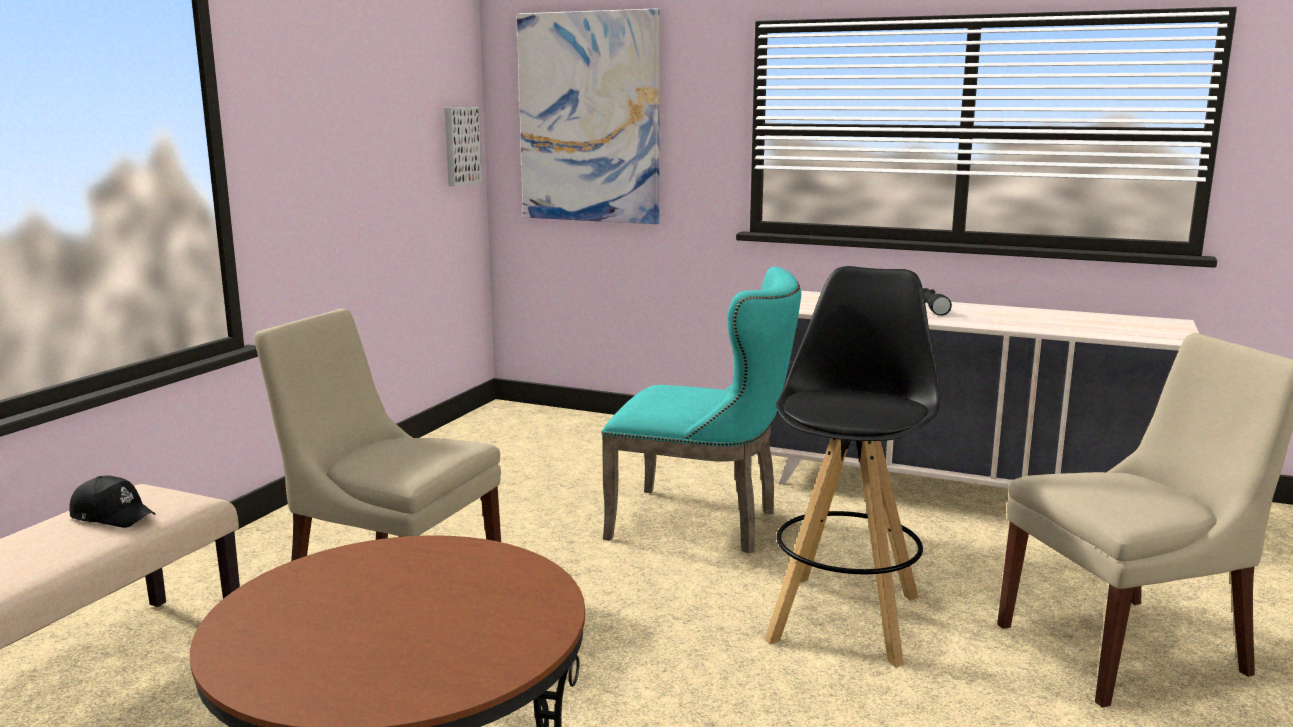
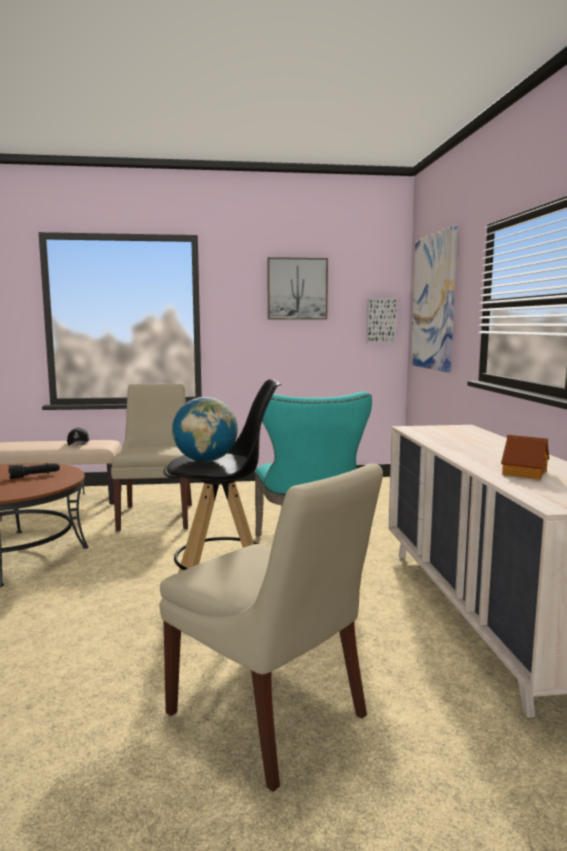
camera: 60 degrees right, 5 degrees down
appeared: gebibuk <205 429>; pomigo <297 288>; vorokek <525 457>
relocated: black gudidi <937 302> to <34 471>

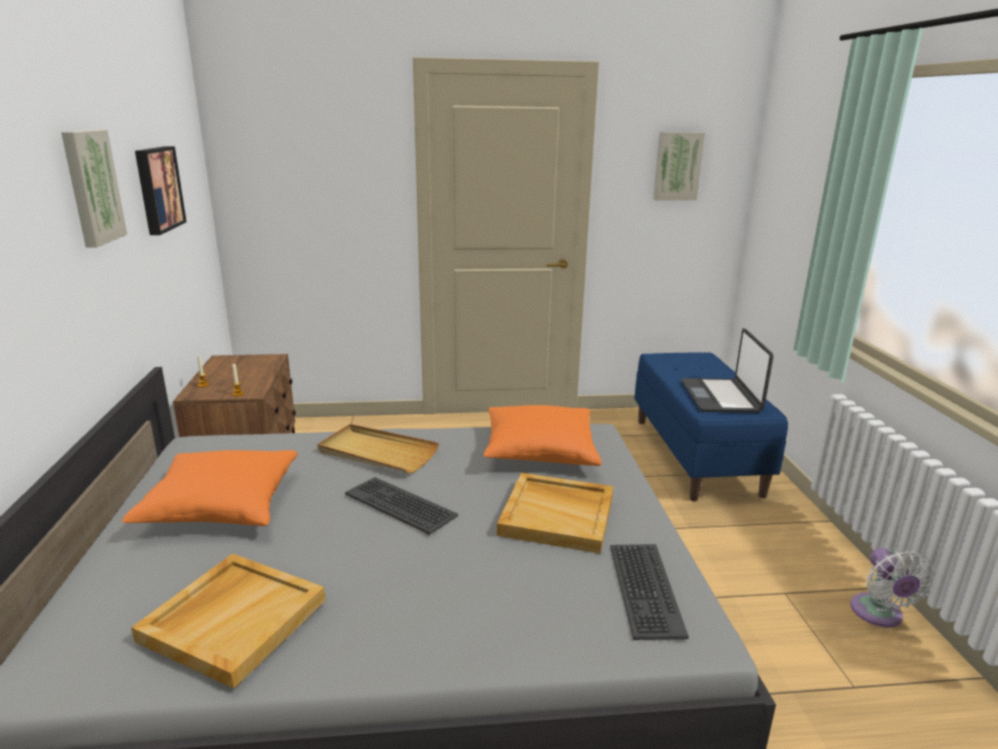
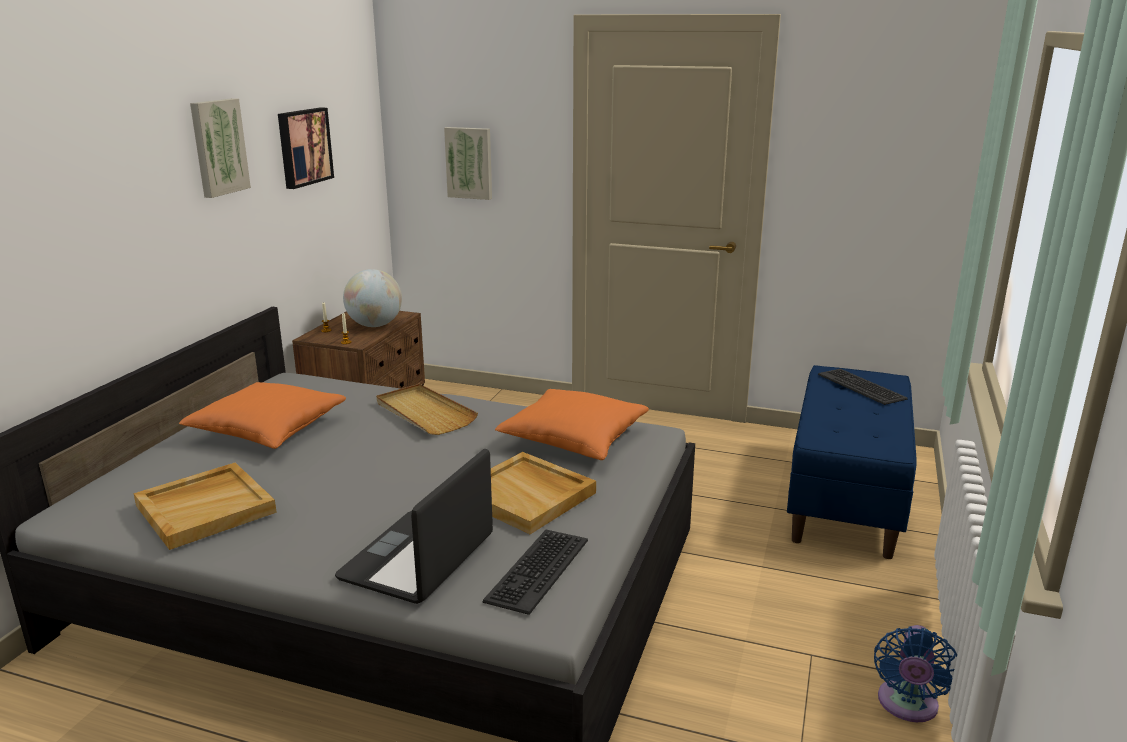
camera: 25 degrees right, 0 degrees up
appeared: gebibuk <372 298>
relocated: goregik <401 506> to <863 387>; pomigo <679 166> to <468 163>; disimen <727 370> to <414 526>
colour: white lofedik <892 587> to blue lofedik <915 673>

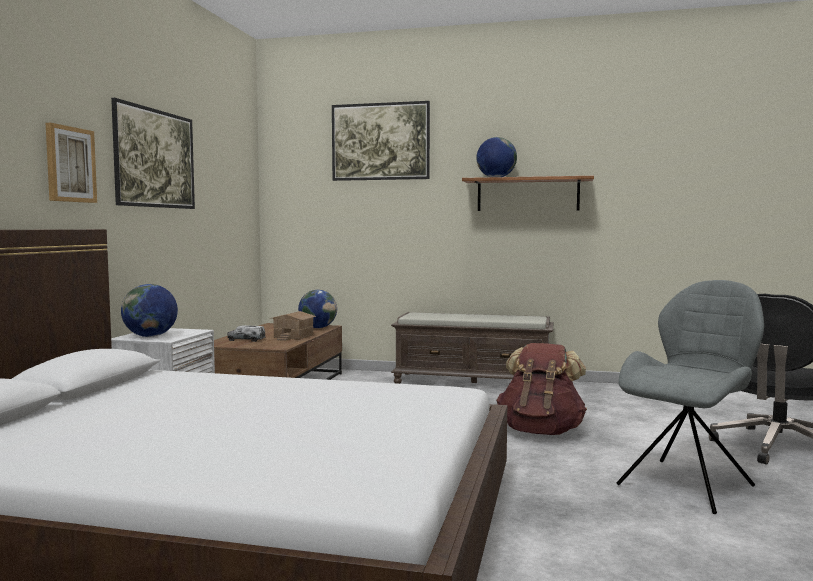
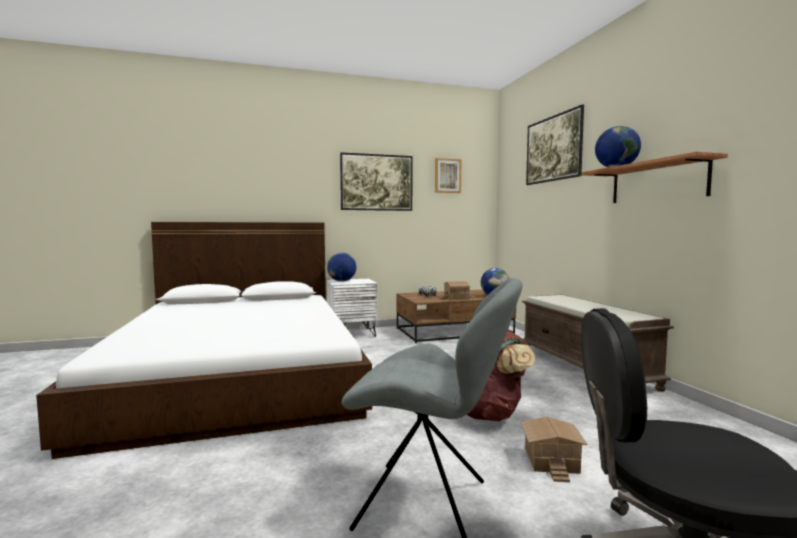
camera: 60 degrees right, 0 degrees up
appeared: vorokek <554 449>
relocated: pomigo <71 163> to <448 175>

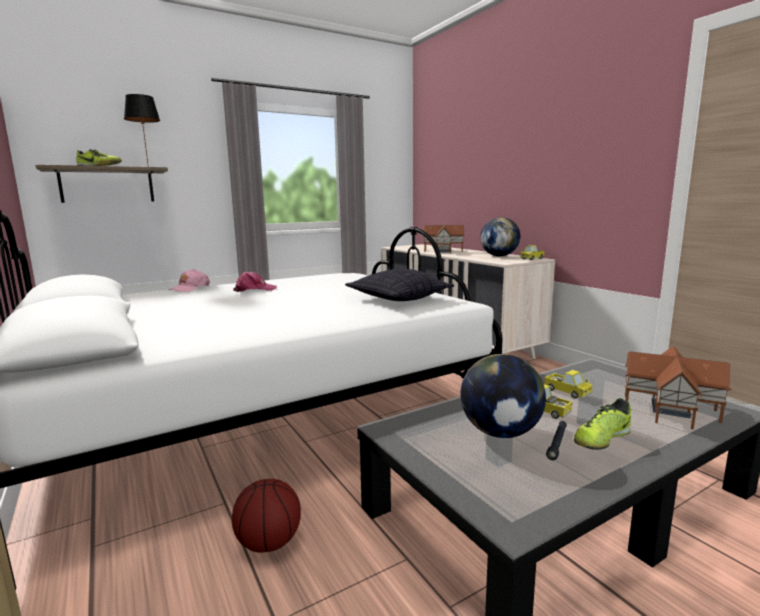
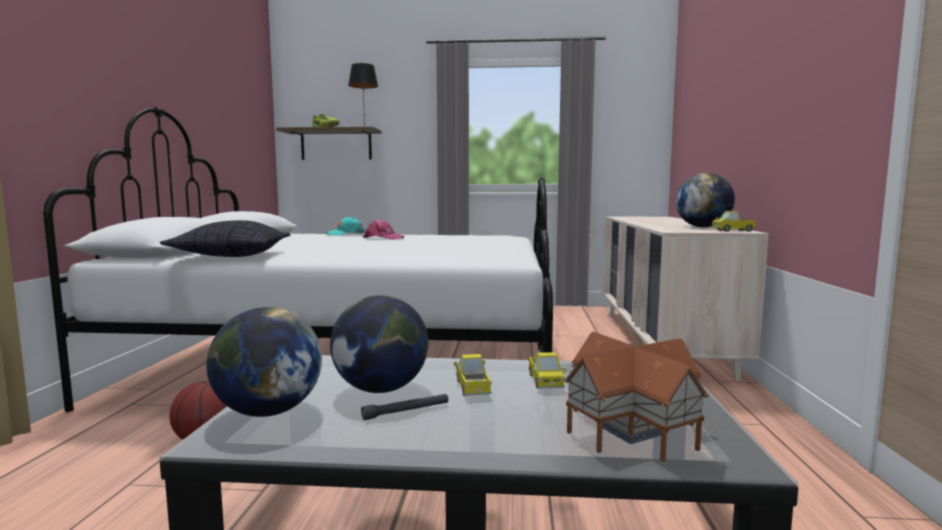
camera: 35 degrees right, 5 degrees down
missing: vorokek <444 239>; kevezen <602 424>
appeared: gebibuk <264 362>
relocated: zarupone <399 285> to <225 238>
colour: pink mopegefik <189 280> to turquoise mopegefik <345 226>

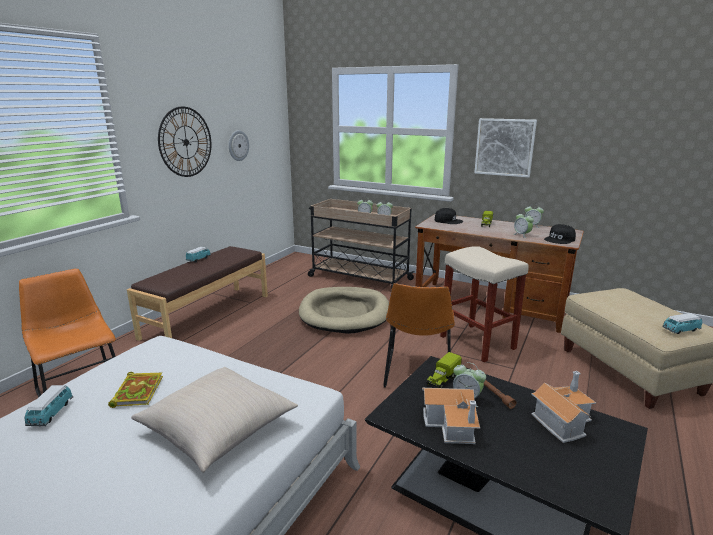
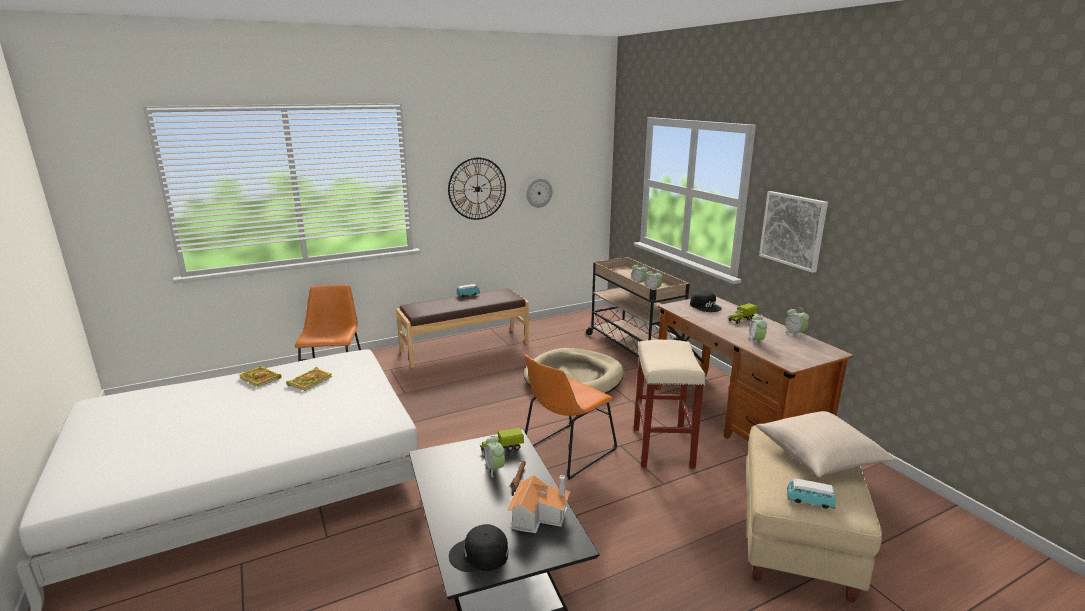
camera: 35 degrees right, 0 degrees up
missing: vorokek <451 416>
relocated: beige zarupone <214 420> to <826 444>; black mopegefik <560 234> to <478 548>
exchanged: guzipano <49 405> to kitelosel <260 376>

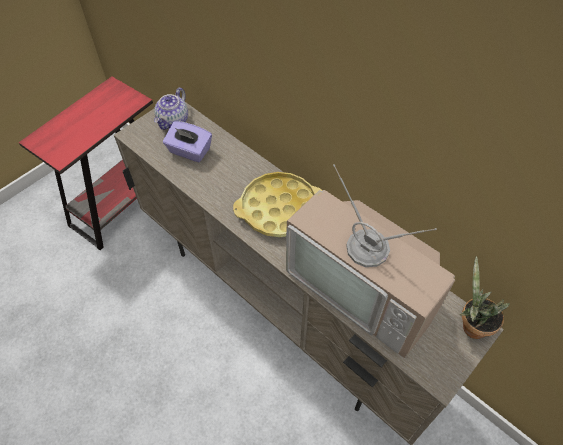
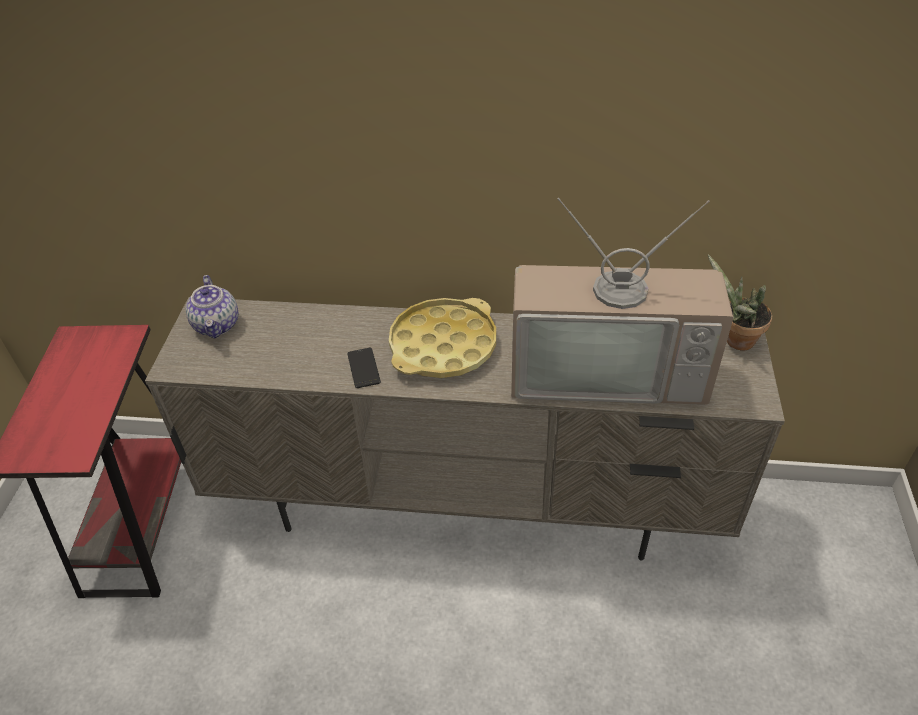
camera: 35 degrees left, 10 degrees down
missing: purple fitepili <187 141>
appeared: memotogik <364 368>

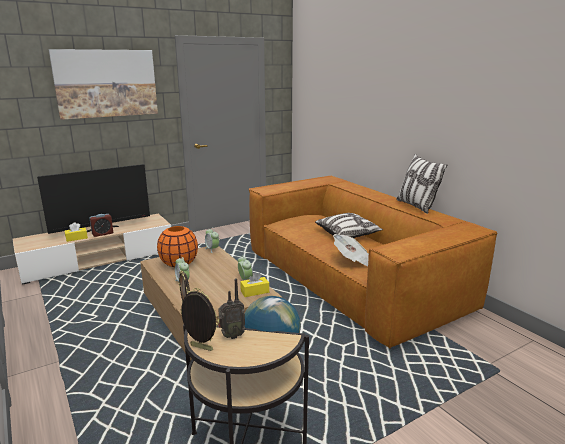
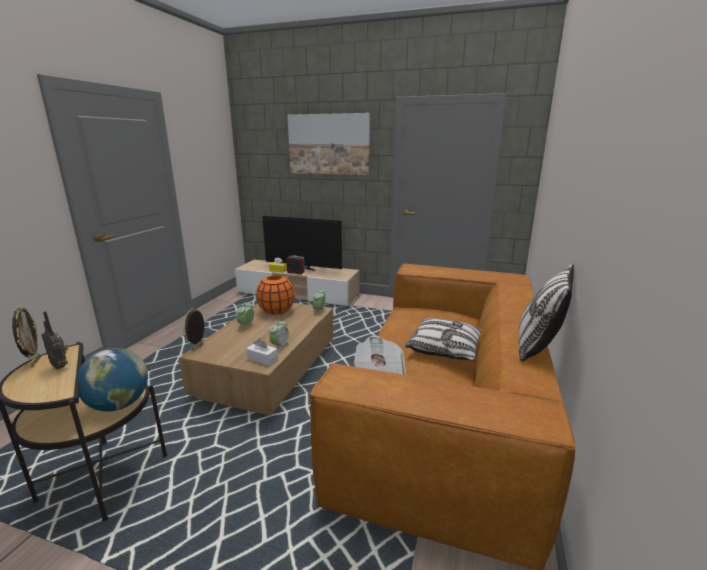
camera: 50 degrees right, 0 degrees up
colour: yellow fitepili <254 284> to white fitepili <262 352>

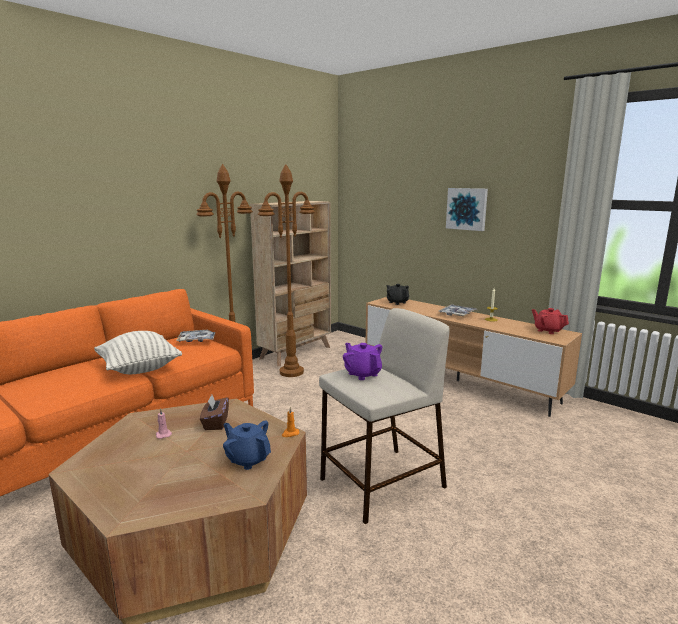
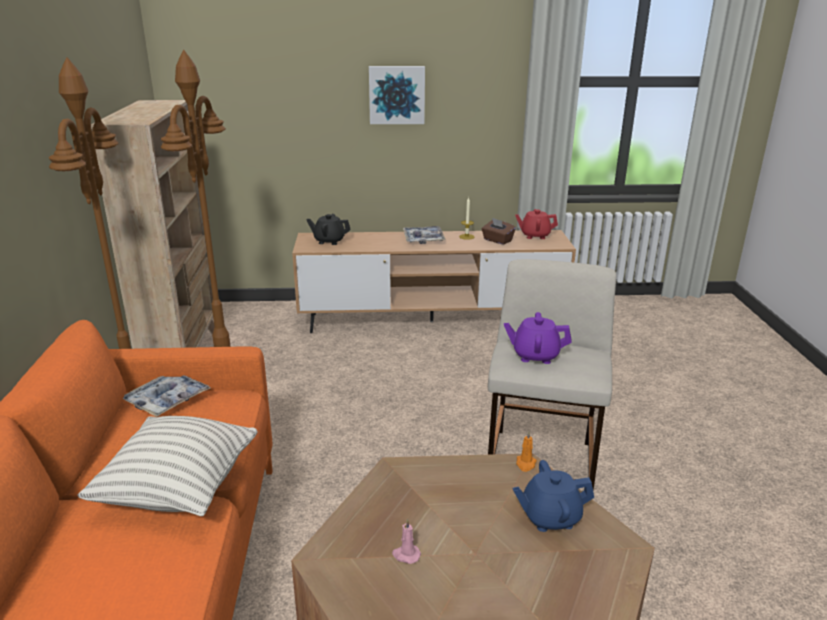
camera: 45 degrees left, 10 degrees up
relocated: brown fitepili <214 412> to <498 231>

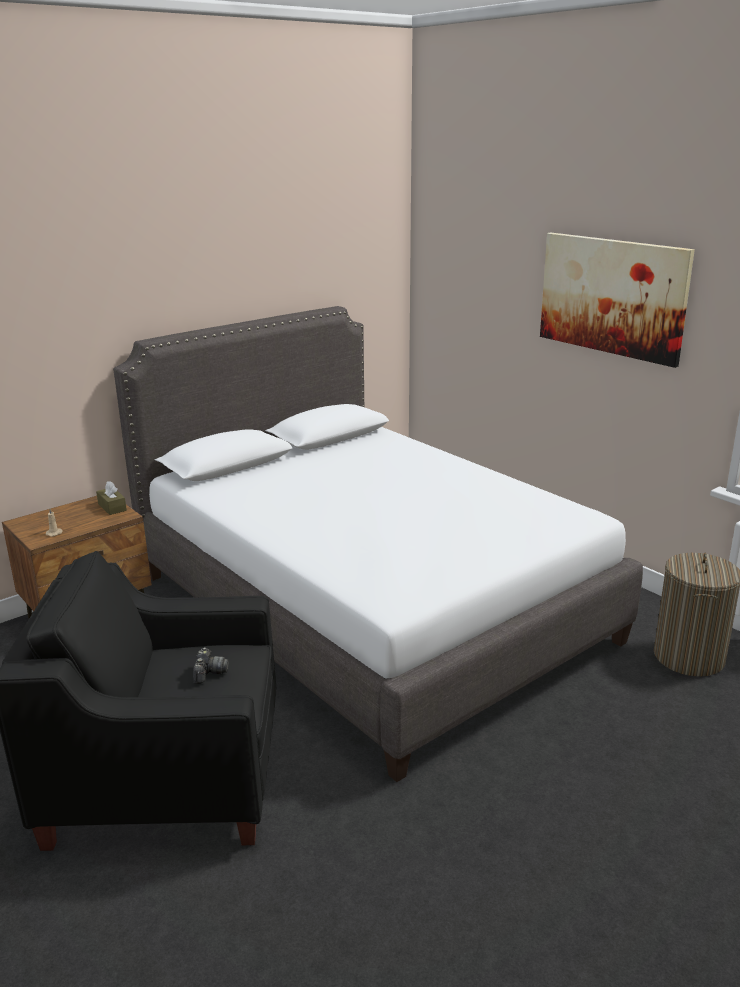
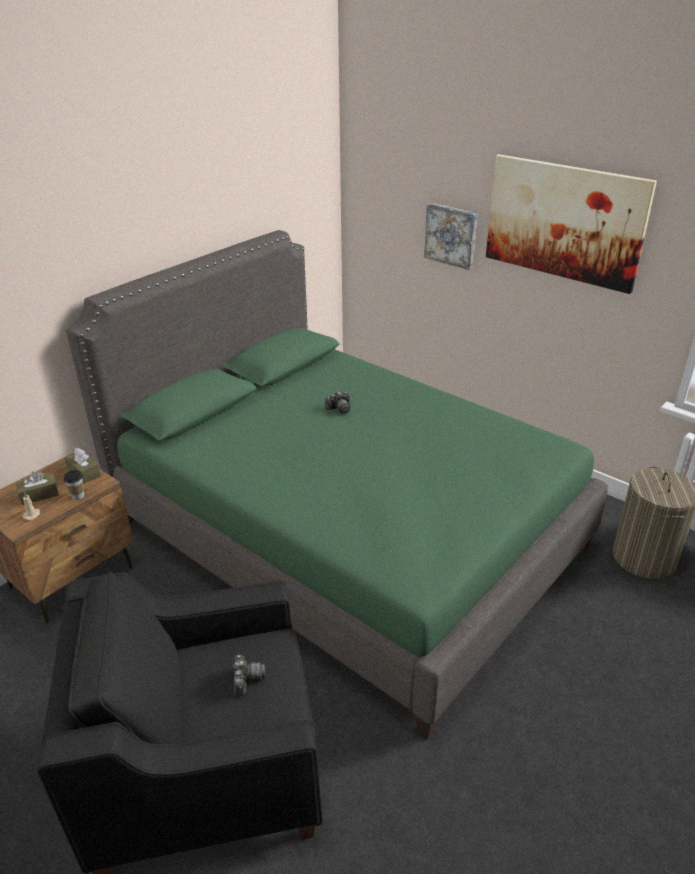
camera: 10 degrees left, 10 degrees up
appeared: brown fitepili <37 488>; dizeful <74 485>; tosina <337 402>; pomigo <451 236>
colour: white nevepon <378 544> to green nevepon <337 484>

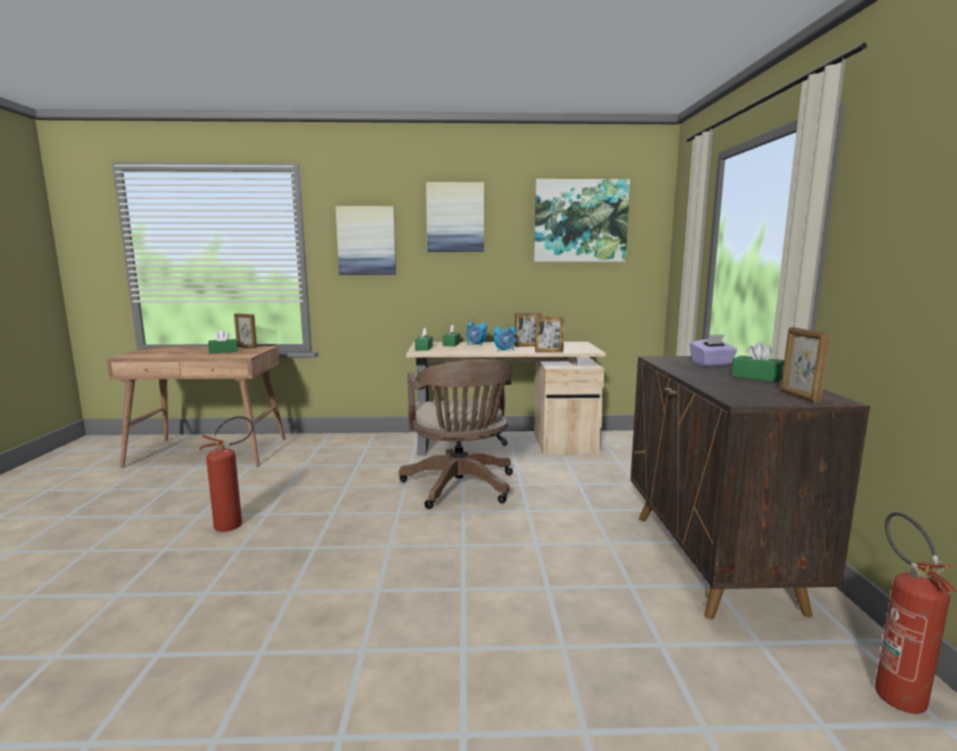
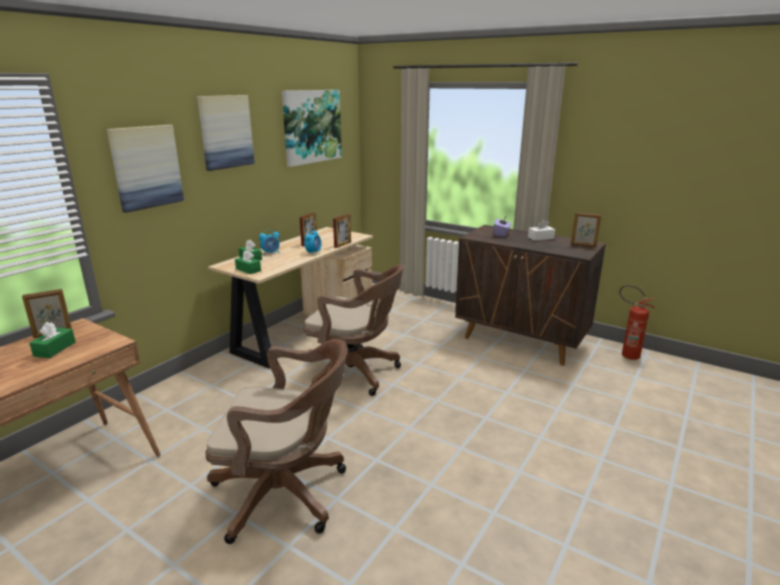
camera: 55 degrees left, 10 degrees up
exchanged: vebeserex <226 474> to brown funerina <276 441>
colour: green fitepili <758 362> to white fitepili <541 230>

